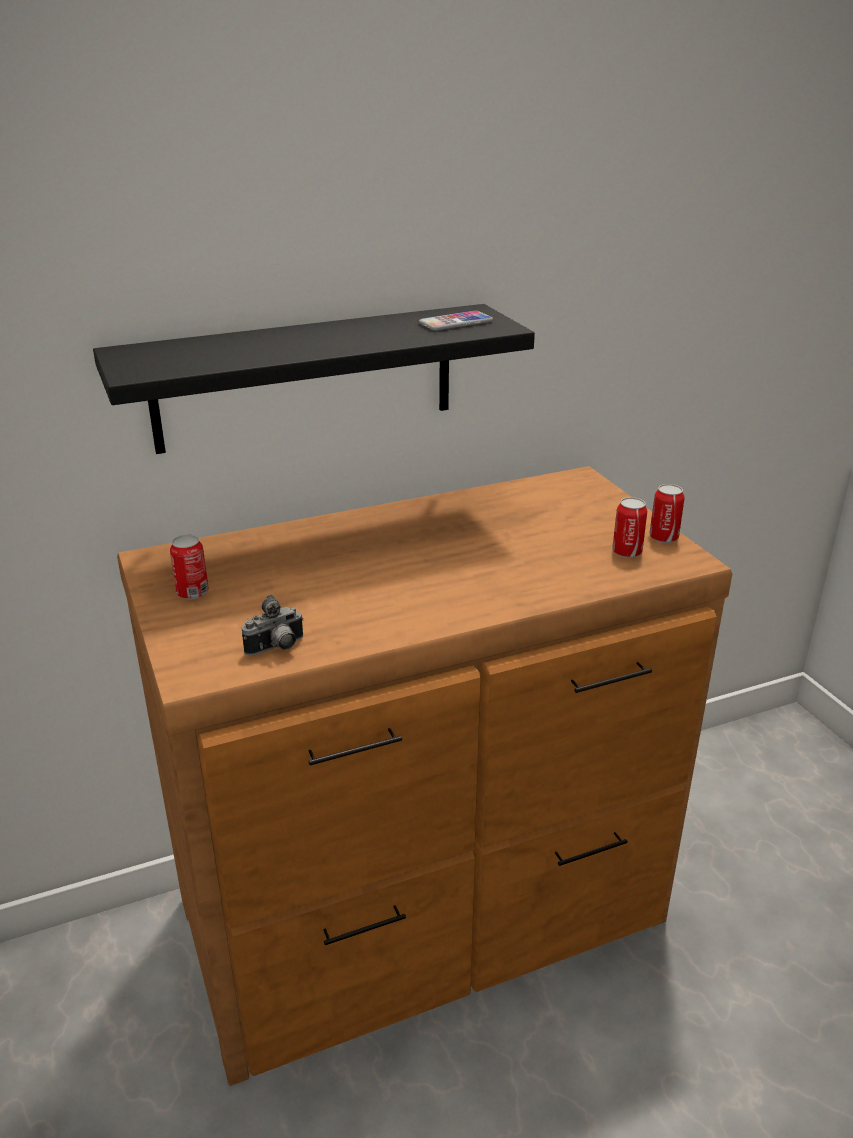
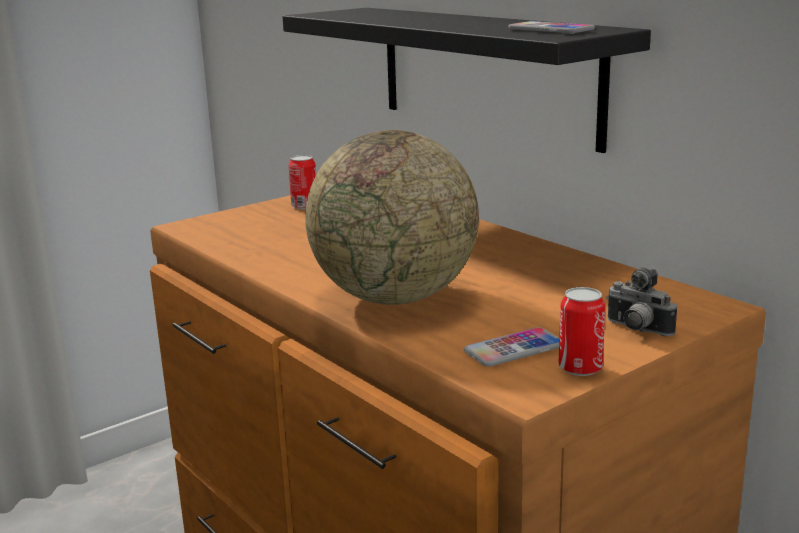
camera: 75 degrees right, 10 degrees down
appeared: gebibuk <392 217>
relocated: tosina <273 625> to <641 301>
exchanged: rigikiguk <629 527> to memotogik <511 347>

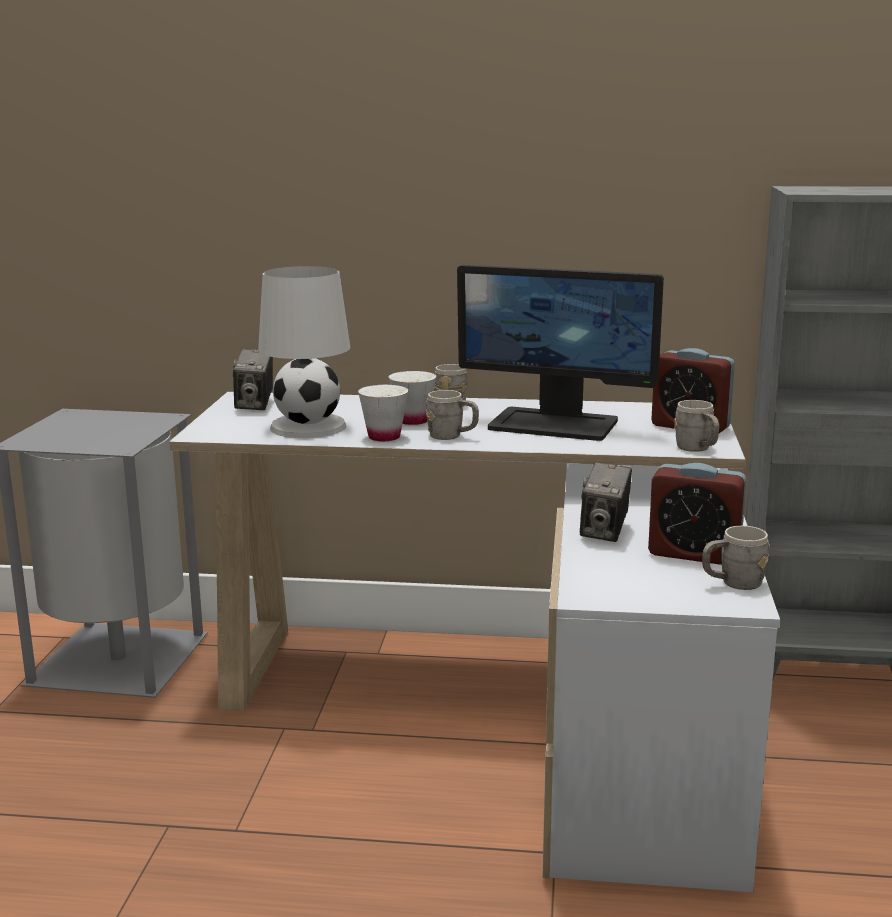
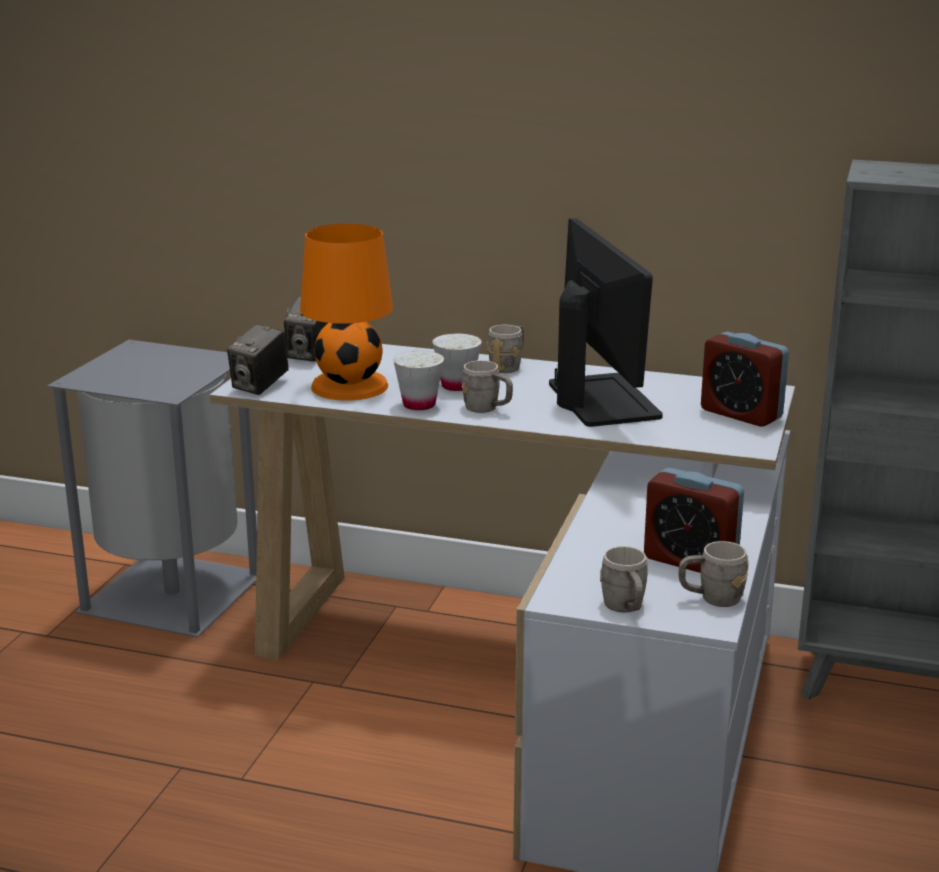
camera: 10 degrees right, 5 degrees up
relocated: tosina <606 502> to <258 359>; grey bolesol <696 426> to <623 579>
colour: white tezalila <304 352> to orange tezalila <346 312>
spun: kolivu <560 353> = <606 322> 135 degrees counterclockwise

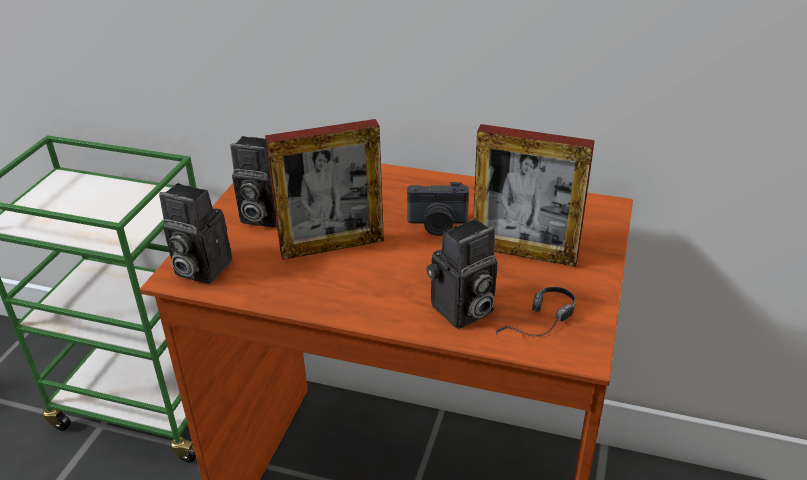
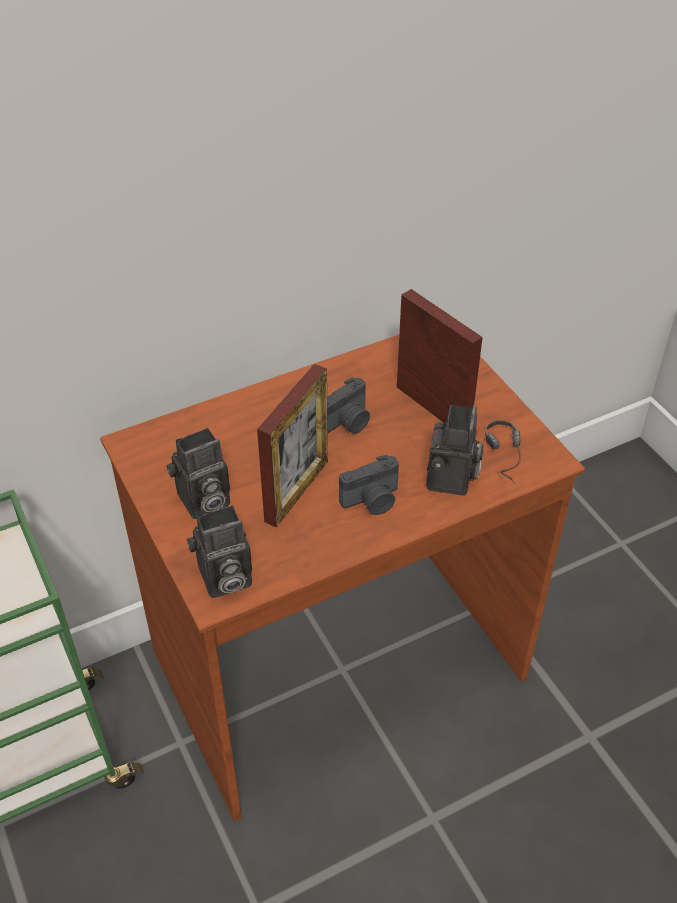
camera: 45 degrees left, 10 degrees up
appeared: tosina <369 485>
spun: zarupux <534 195> = <440 356> 105 degrees counterclockwise

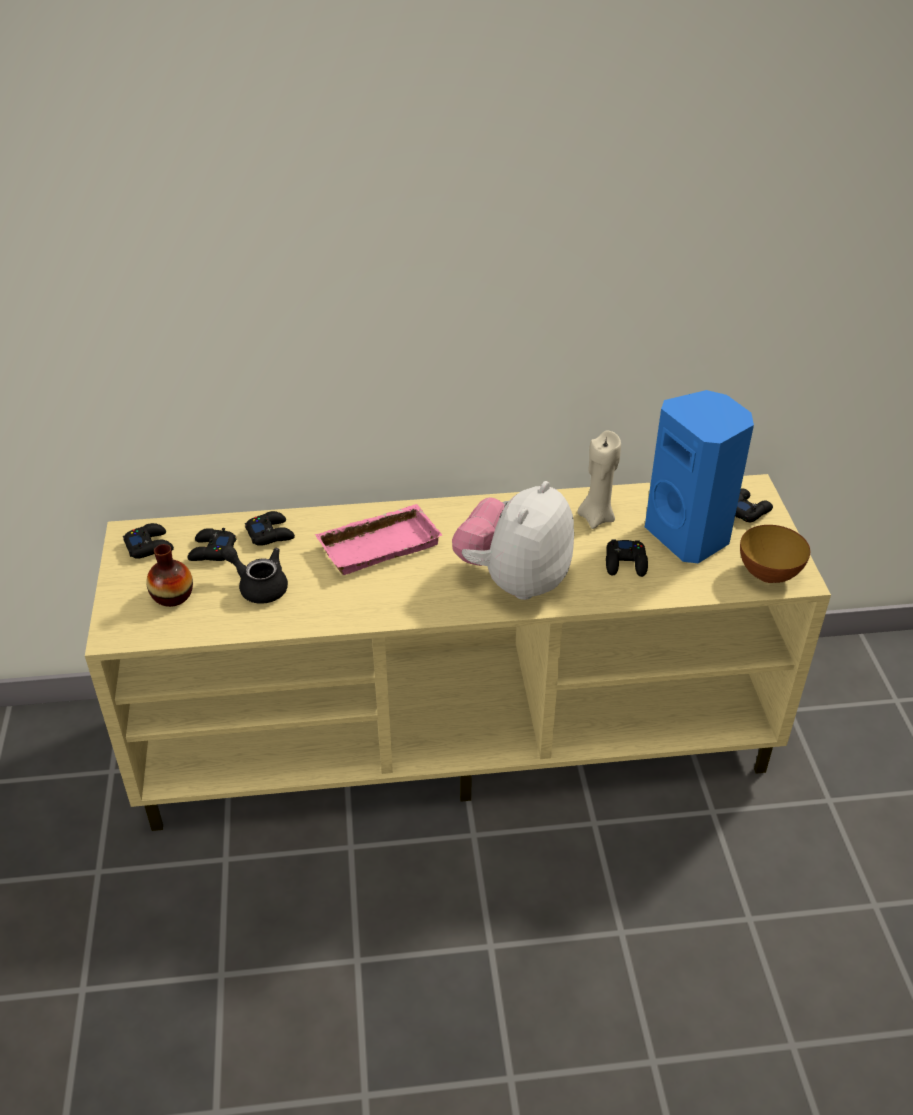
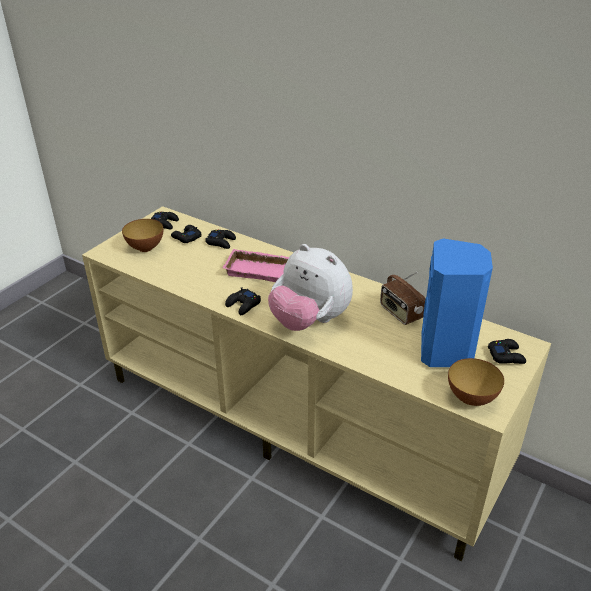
camera: 40 degrees right, 5 degrees down
missing: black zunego <254 574>
relocated: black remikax <627 558> to <243 301>
exchanged: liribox <169 575> to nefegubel <143 235>; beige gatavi <599 480> to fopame <402 298>
spun: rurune <513 540> = <310 287> 120 degrees counterclockwise

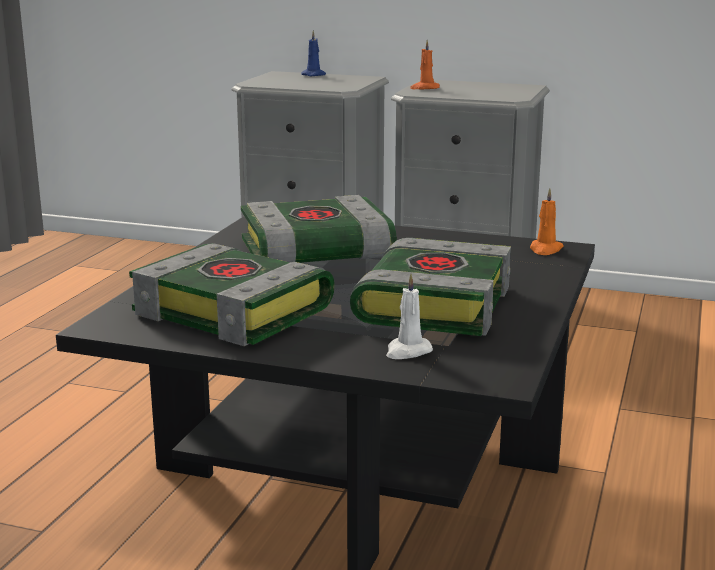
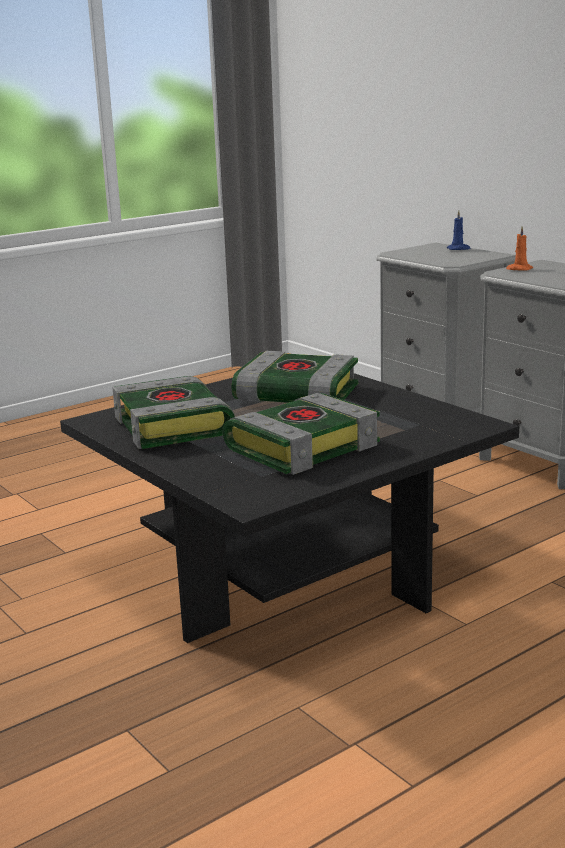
camera: 35 degrees right, 0 degrees up
missing: white gatavi <409 316>; orange gatavi <546 221>

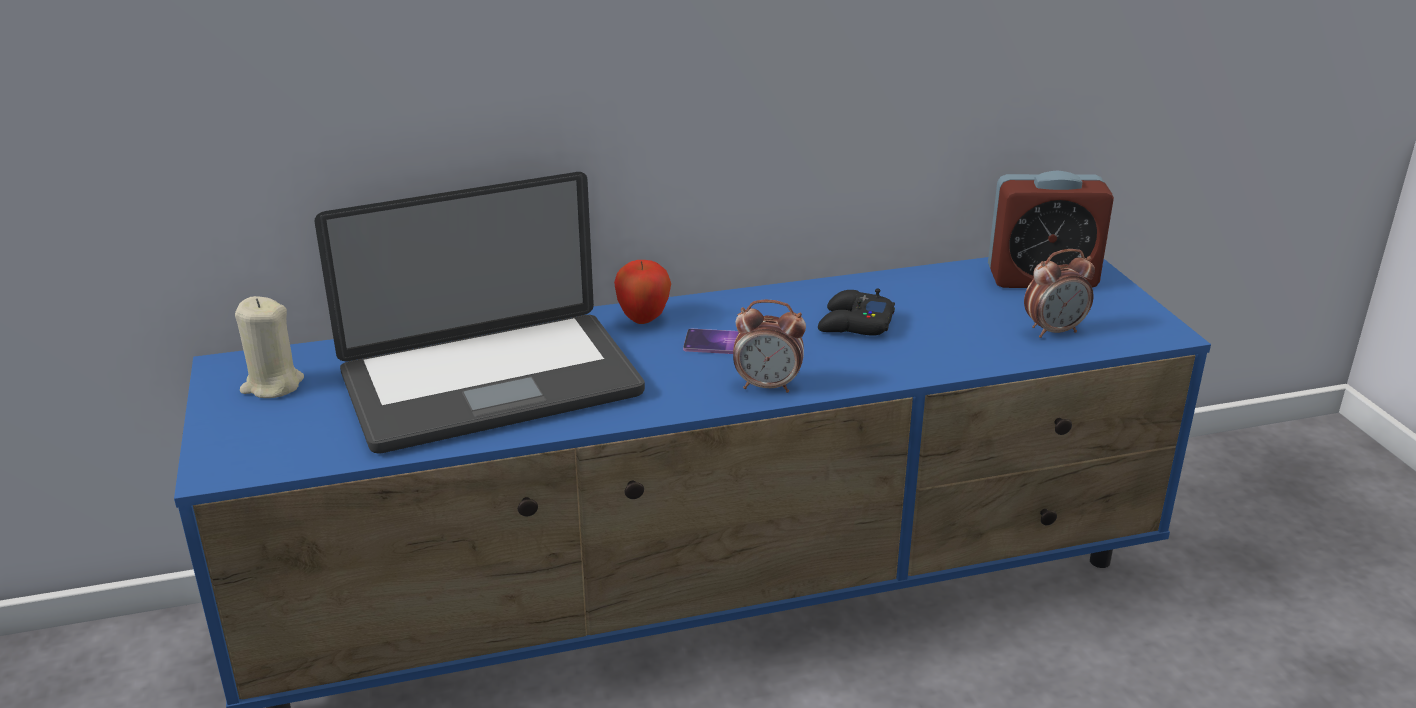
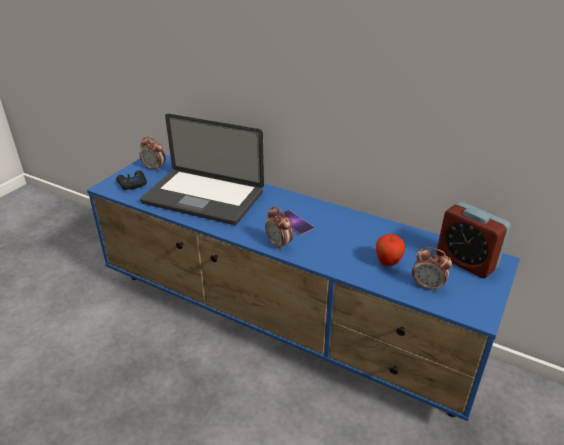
camera: 45 degrees right, 5 degrees up
relocated: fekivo <642 292> to <390 250>; black remikax <856 312> to <131 180>
exchanged: beige gatavi <269 347> to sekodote <153 154>

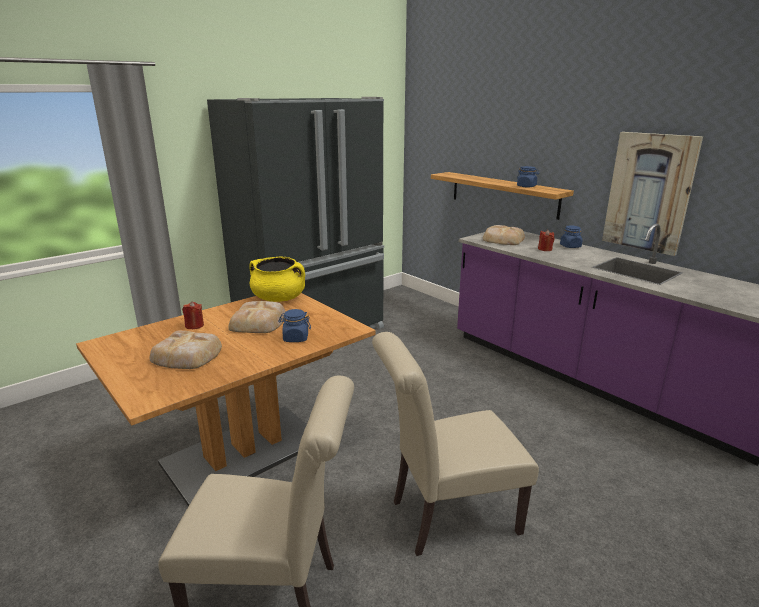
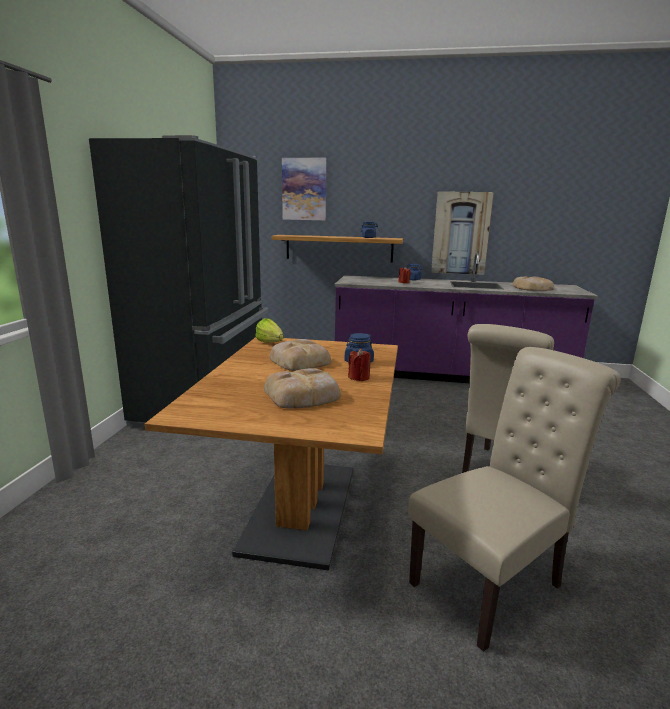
camera: 40 degrees left, 5 degrees down
appeared: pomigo <304 189>
relocated: red gatavi <193 315> to <359 364>; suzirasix <504 235> to <533 284>
exchanged: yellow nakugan <277 279> to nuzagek <269 330>

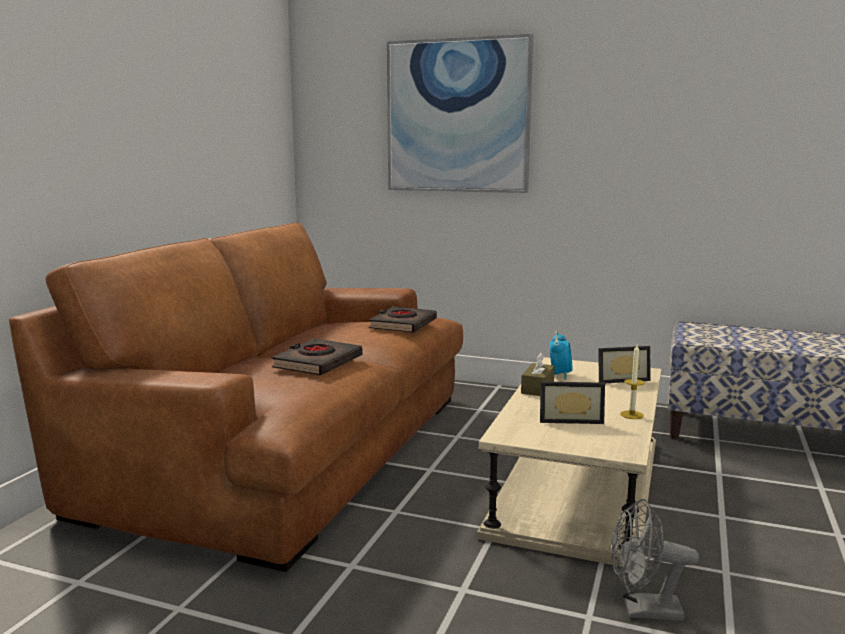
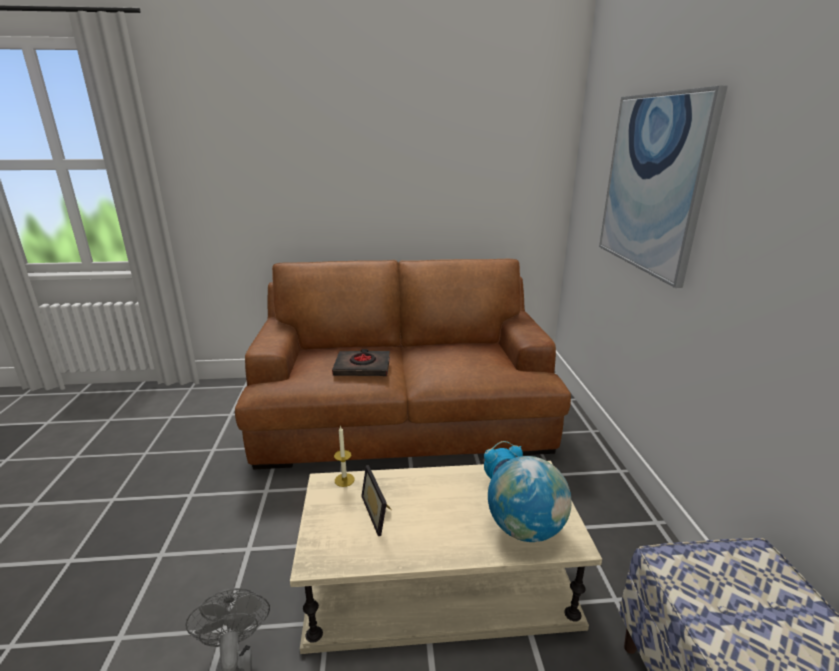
camera: 65 degrees right, 10 degrees up
missing: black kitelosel <403 319>; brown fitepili <538 374>
relocated: gatavi <632 382> to <344 456>
exchanged: zarupux <624 364> to gebibuk <530 499>

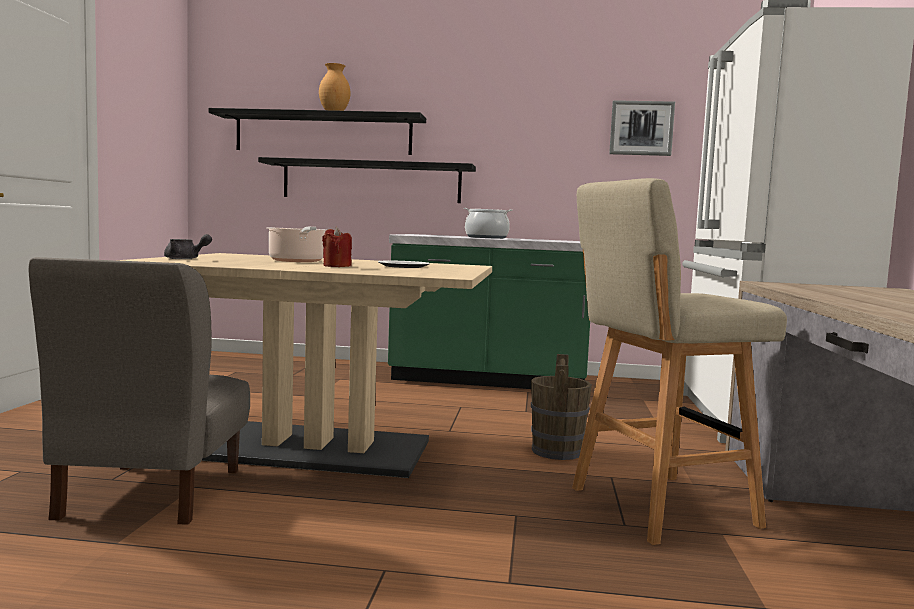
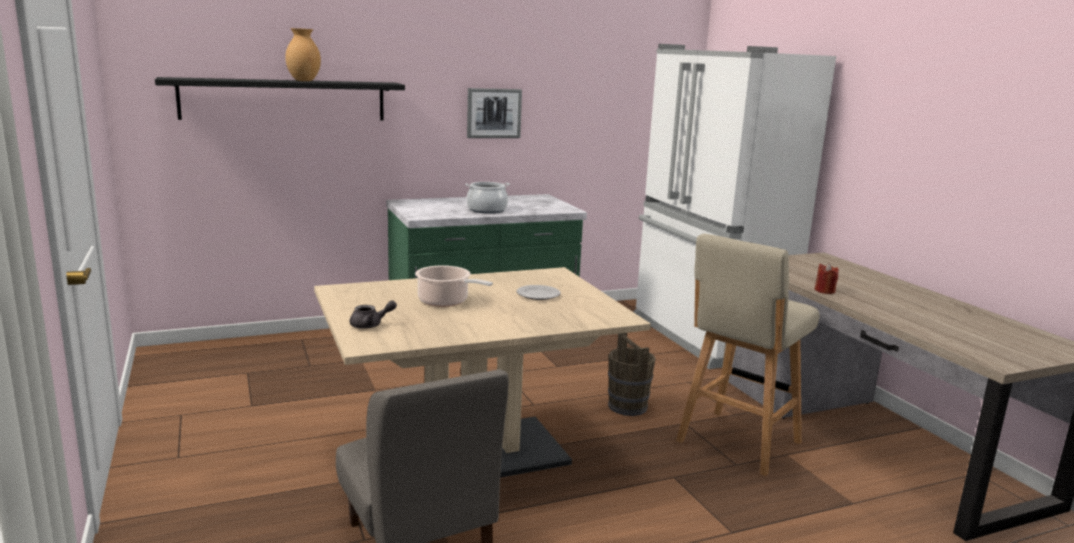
camera: 30 degrees left, 10 degrees up
missing: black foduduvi <367 180>
relocated: red gatavi <337 247> to <827 278>; pomigo <642 128> to <494 113>

